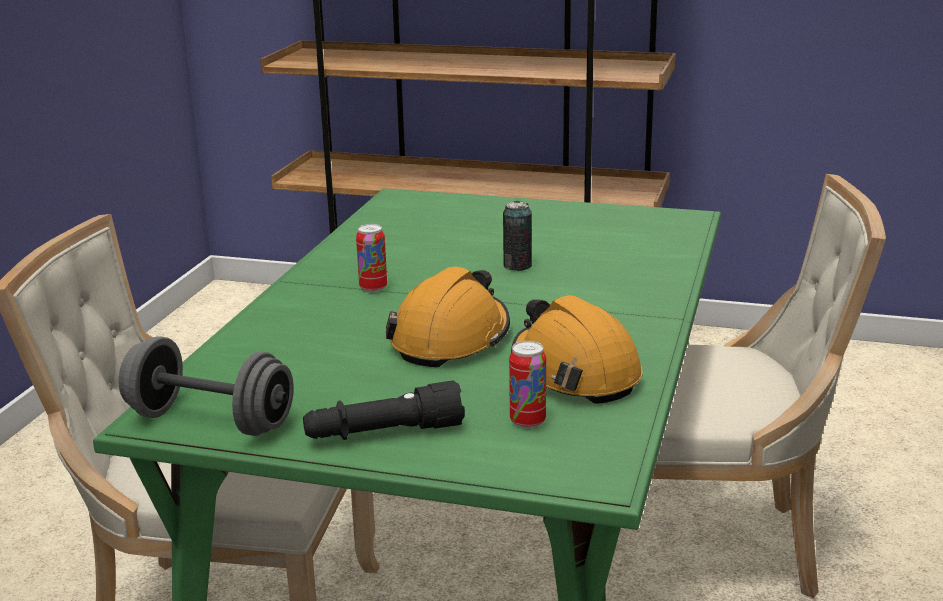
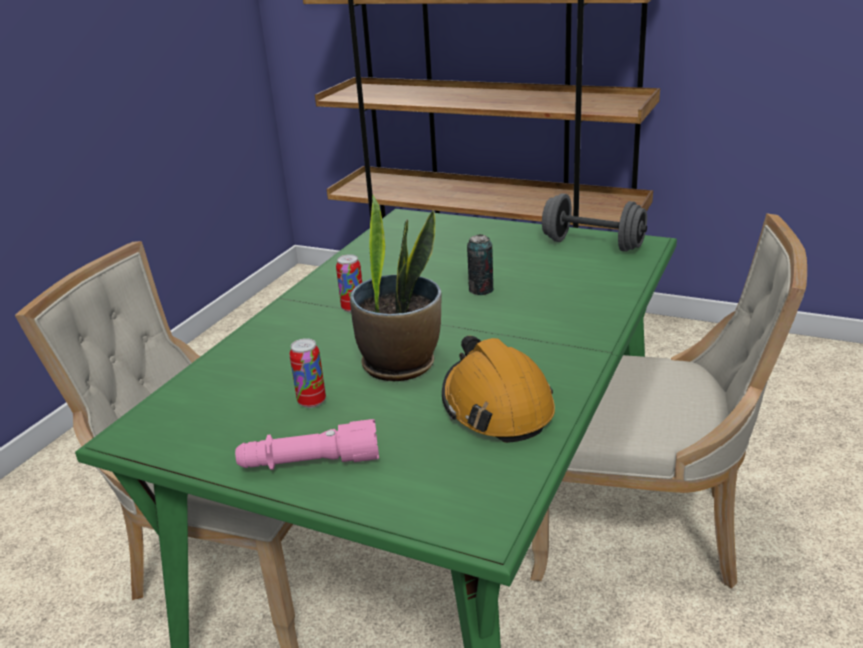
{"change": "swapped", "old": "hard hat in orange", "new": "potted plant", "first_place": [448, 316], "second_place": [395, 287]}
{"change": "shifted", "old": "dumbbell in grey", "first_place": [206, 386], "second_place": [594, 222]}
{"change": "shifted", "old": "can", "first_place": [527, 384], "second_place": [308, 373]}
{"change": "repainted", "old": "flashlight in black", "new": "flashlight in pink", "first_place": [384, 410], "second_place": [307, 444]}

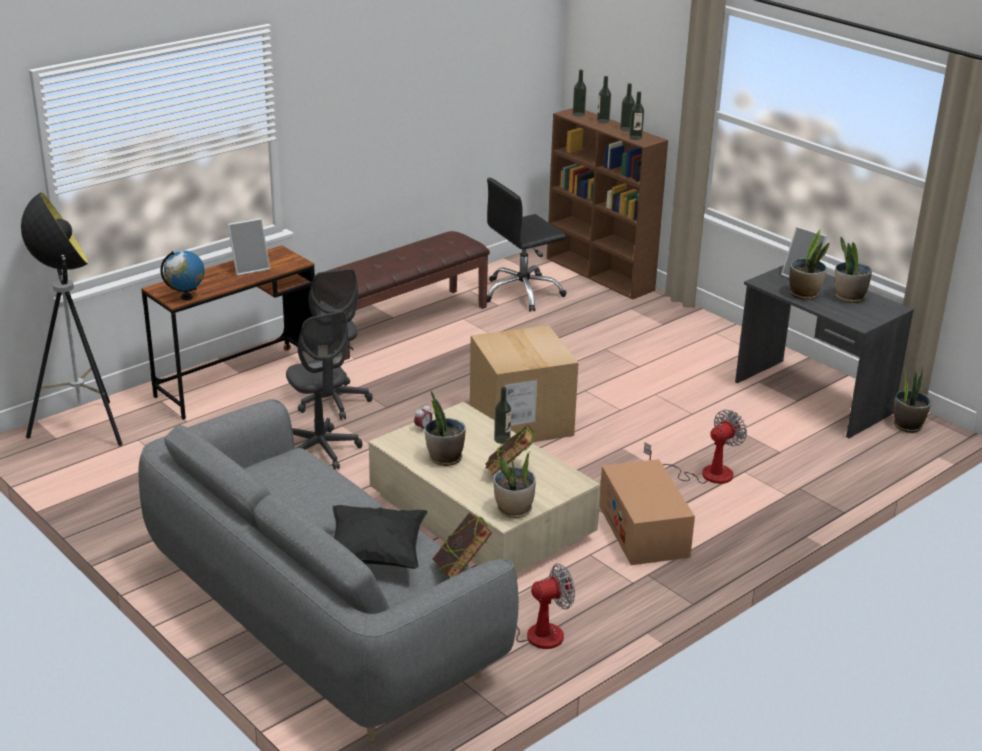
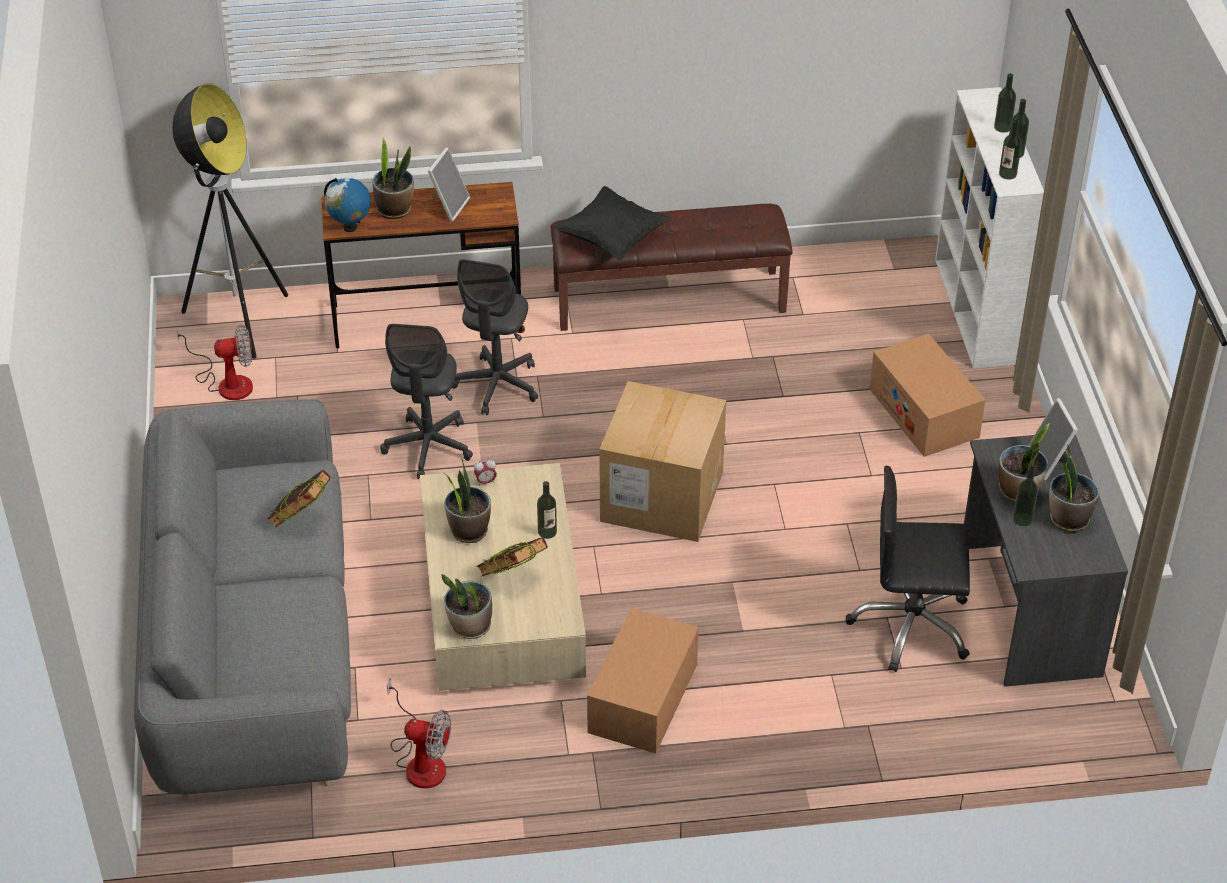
{"change": "shifted", "old": "bottle", "first_place": [579, 93], "second_place": [1025, 496]}
{"change": "repainted", "old": "bookcase in brown", "new": "bookcase in white", "first_place": [607, 204], "second_place": [989, 227]}
{"change": "shifted", "old": "office chair in black", "first_place": [527, 245], "second_place": [908, 569]}
{"change": "rotated", "old": "picture frame", "first_place": [248, 247], "second_place": [448, 184], "degrees": -75}
{"change": "shifted", "old": "potted plant", "first_place": [912, 399], "second_place": [393, 178]}
{"change": "shifted", "old": "fan", "first_place": [695, 447], "second_place": [214, 362]}
{"change": "shifted", "old": "pillow in black", "first_place": [380, 537], "second_place": [612, 223]}
{"change": "shifted", "old": "book", "first_place": [462, 545], "second_place": [299, 498]}
{"change": "new", "new": "cardboard box", "second_place": [927, 395]}

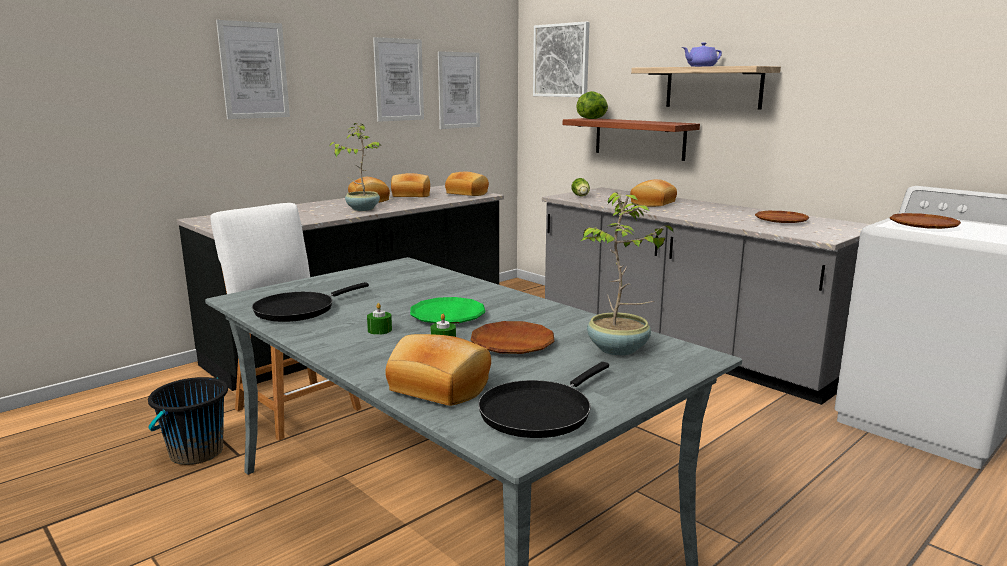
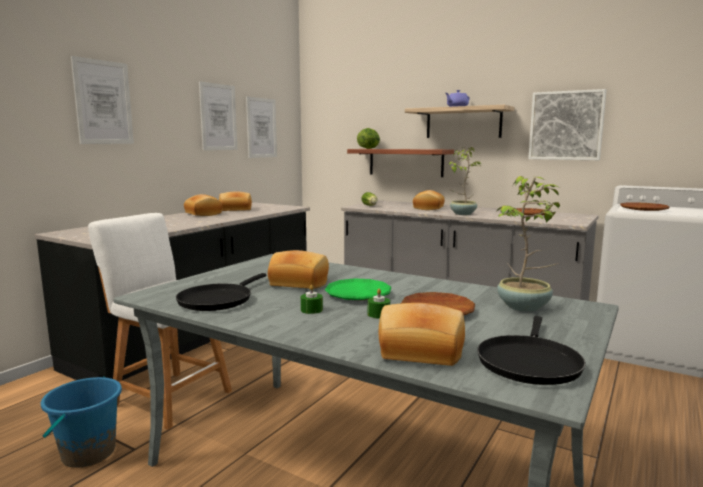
{"change": "shifted", "old": "picture", "first_place": [561, 59], "second_place": [567, 124]}
{"change": "shifted", "old": "potted plant", "first_place": [355, 167], "second_place": [465, 181]}
{"change": "shifted", "old": "bread", "first_place": [467, 184], "second_place": [298, 269]}
{"change": "repainted", "old": "bucket in black", "new": "bucket in blue", "first_place": [188, 421], "second_place": [81, 422]}

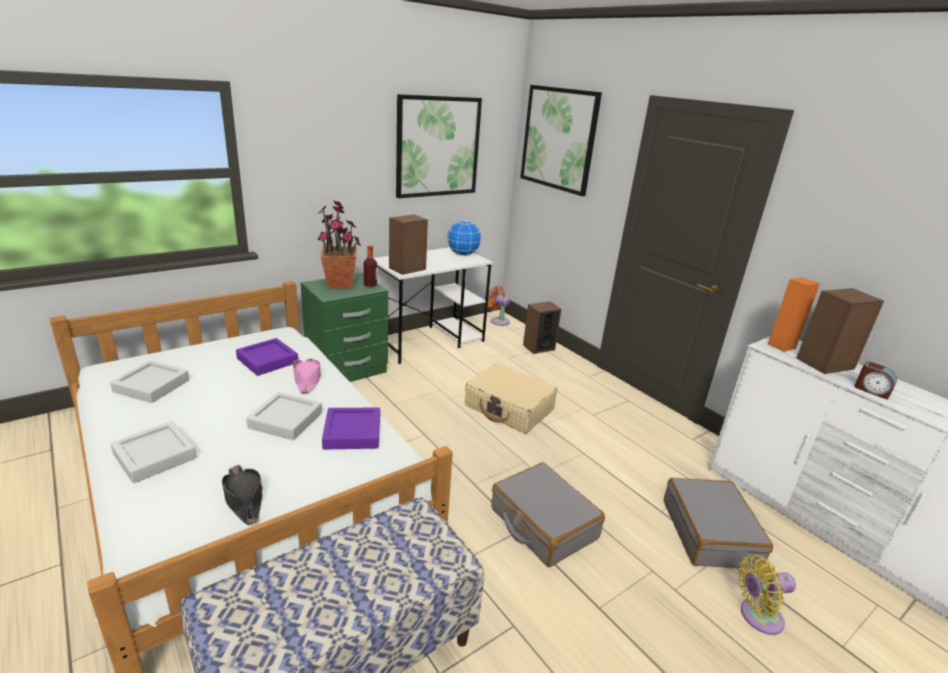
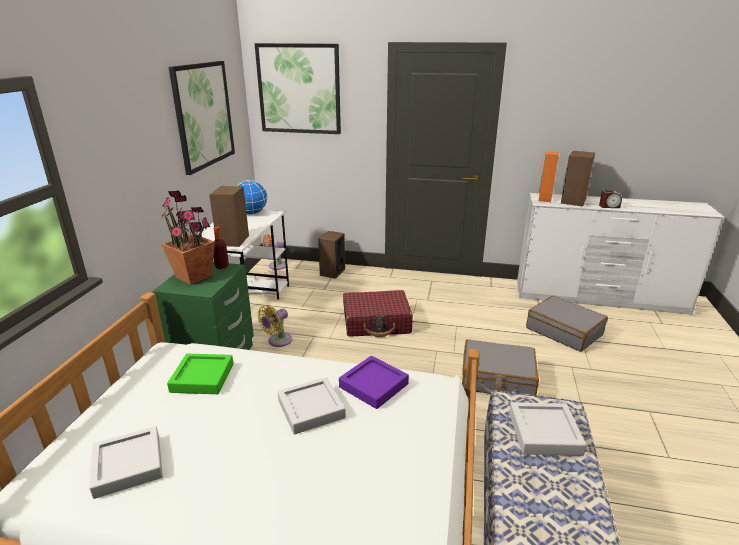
{"change": "repainted", "old": "tray in purple", "new": "tray in green", "first_place": [267, 357], "second_place": [200, 374]}
{"change": "gone", "old": "hat in pink", "first_place": [307, 376]}
{"change": "repainted", "old": "suitcase in beige", "new": "suitcase in red", "first_place": [511, 399], "second_place": [378, 313]}
{"change": "shifted", "old": "tray in grey", "first_place": [153, 452], "second_place": [548, 429]}
{"change": "gone", "old": "hat in black", "first_place": [242, 495]}
{"change": "shifted", "old": "fan in yellow", "first_place": [767, 594], "second_place": [274, 326]}

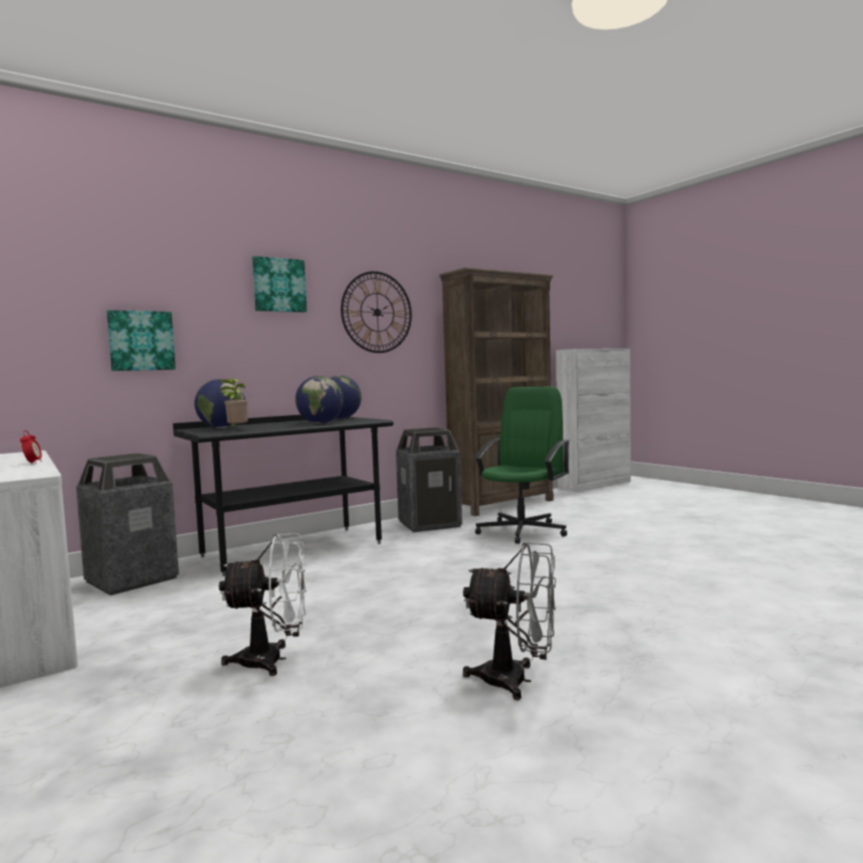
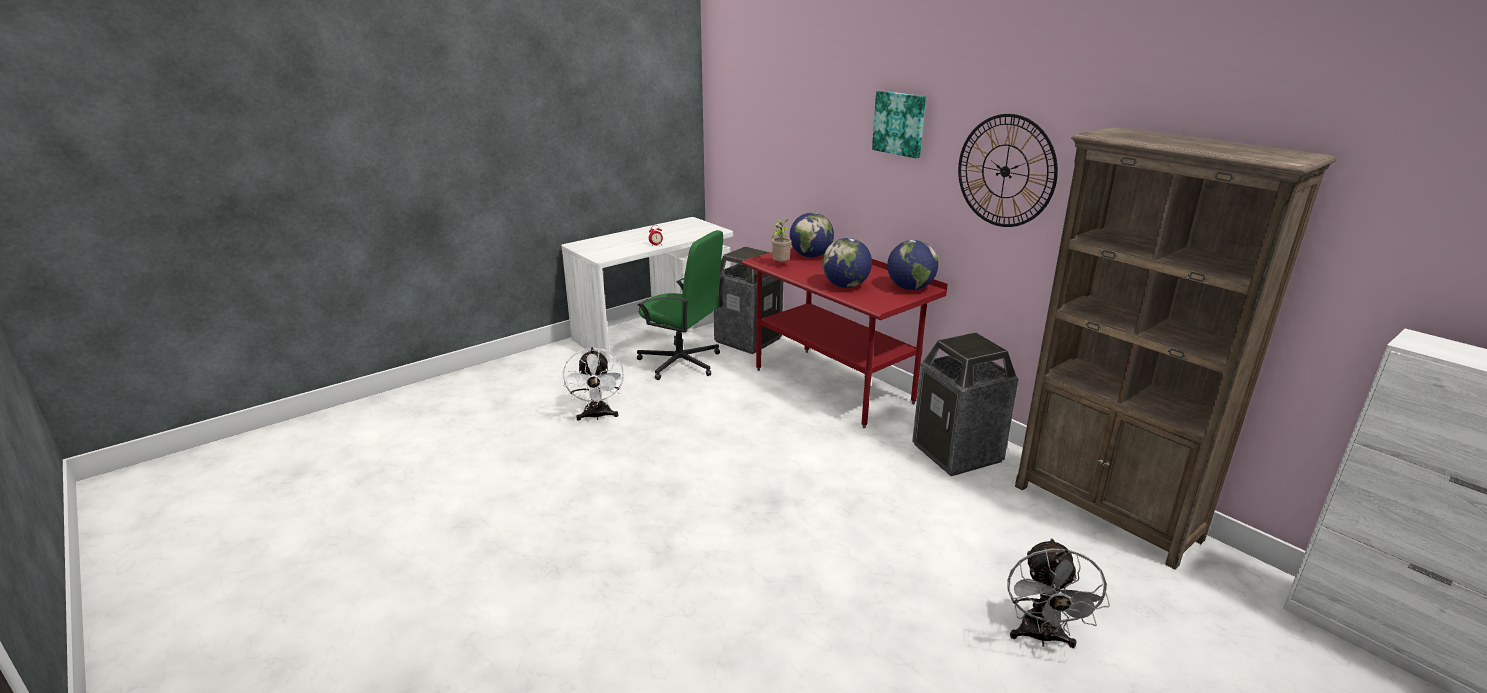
{"change": "gone", "old": "picture", "first_place": [141, 340]}
{"change": "shifted", "old": "office chair in green", "first_place": [522, 465], "second_place": [680, 305]}
{"change": "repainted", "old": "desk in black", "new": "desk in red", "first_place": [283, 495], "second_place": [845, 337]}
{"change": "shifted", "old": "fan in grey", "first_place": [509, 621], "second_place": [1058, 593]}

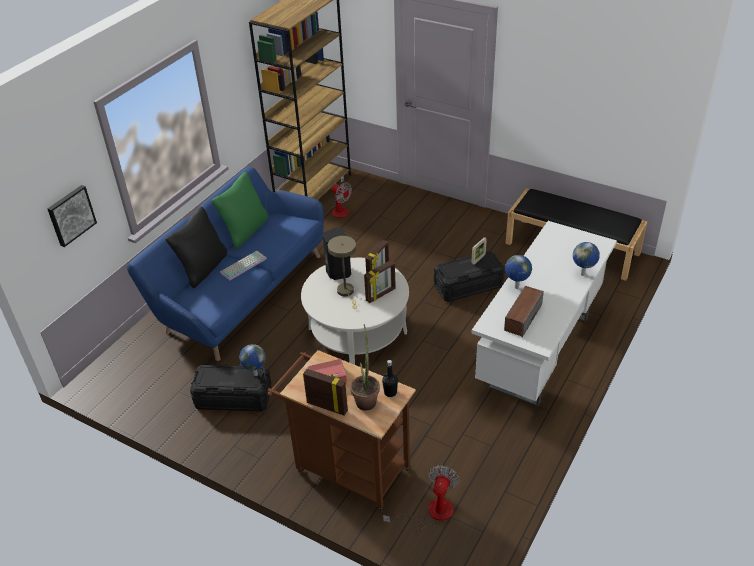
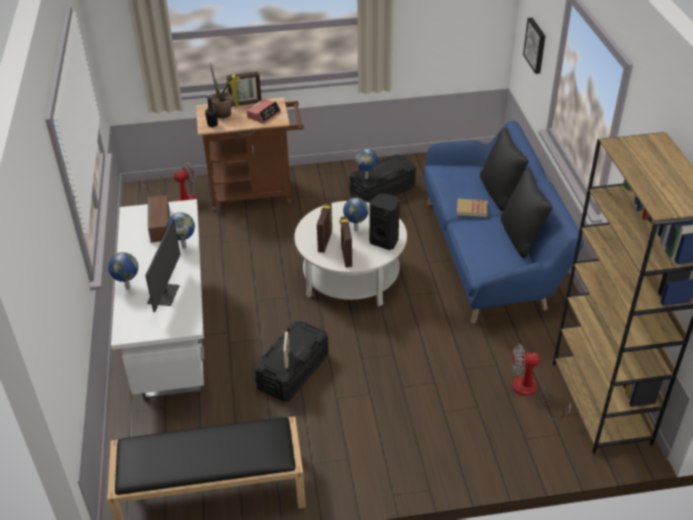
{"change": "repainted", "old": "pillow in green", "new": "pillow in black", "first_place": [240, 210], "second_place": [527, 213]}
{"change": "swapped", "old": "table lamp in beige", "new": "globe", "first_place": [342, 272], "second_place": [356, 214]}
{"change": "swapped", "old": "keyboard", "new": "book", "first_place": [243, 266], "second_place": [472, 208]}
{"change": "rotated", "old": "fan", "first_place": [421, 497], "second_place": [169, 182], "degrees": -105}
{"change": "new", "new": "monitor", "second_place": [162, 265]}

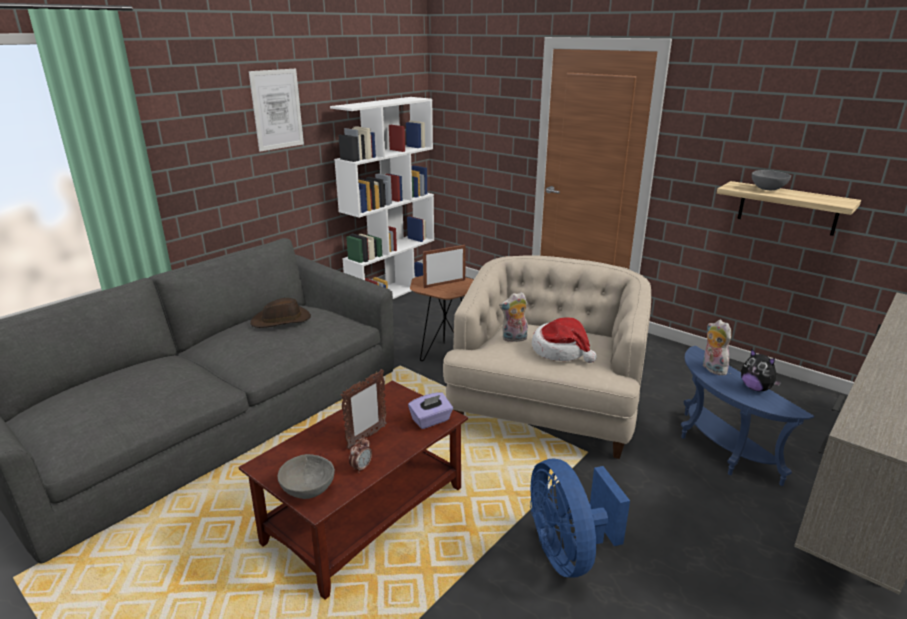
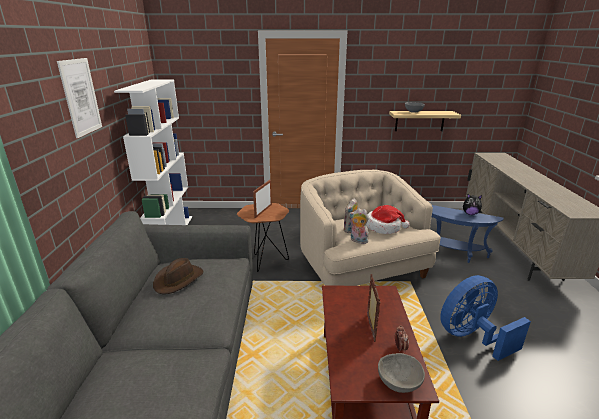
{"change": "shifted", "old": "plush toy", "first_place": [717, 347], "second_place": [359, 226]}
{"change": "gone", "old": "tissue box in purple", "first_place": [430, 411]}
{"change": "rotated", "old": "fan in blue", "first_place": [580, 518], "second_place": [485, 318], "degrees": 120}

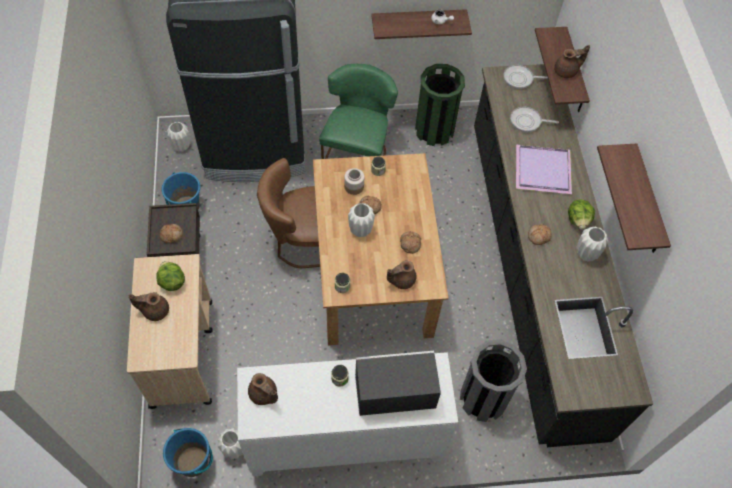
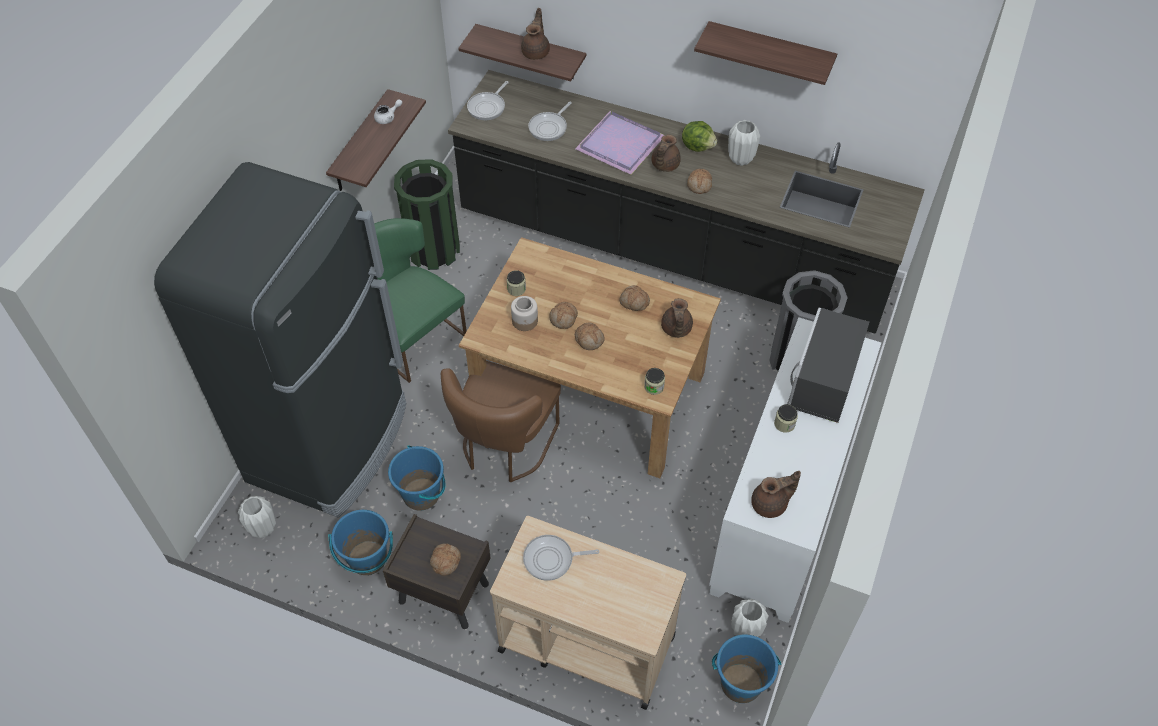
{"change": "swapped", "old": "vase in white", "new": "bread", "first_place": [361, 220], "second_place": [590, 336]}
{"change": "swapped", "old": "lettuce", "new": "frying pan", "first_place": [170, 276], "second_place": [561, 558]}
{"change": "shifted", "old": "teapot in brown", "first_place": [149, 306], "second_place": [666, 153]}
{"change": "new", "new": "bucket in blue", "second_place": [416, 478]}

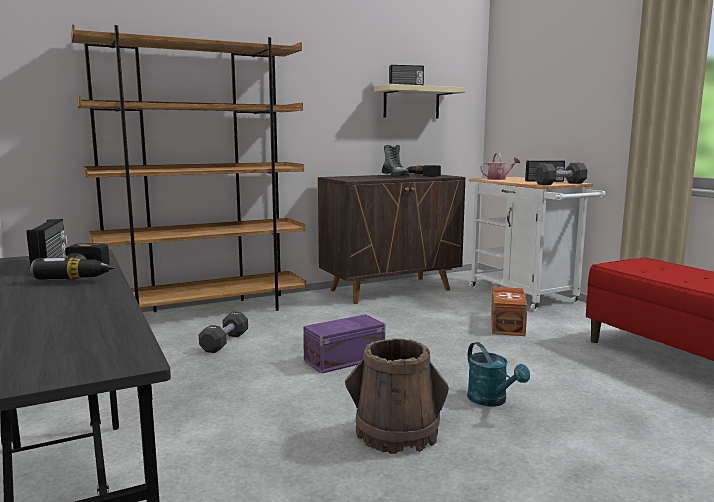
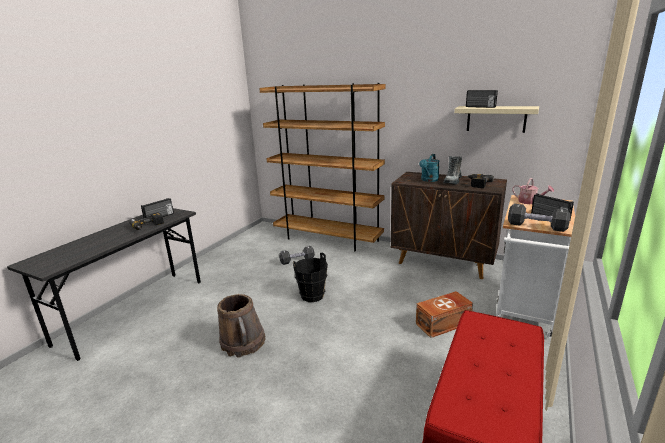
{"change": "swapped", "old": "storage box in purple", "new": "bucket in black", "first_place": [344, 344], "second_place": [310, 277]}
{"change": "shifted", "old": "watering can in turquoise", "first_place": [498, 374], "second_place": [429, 168]}

